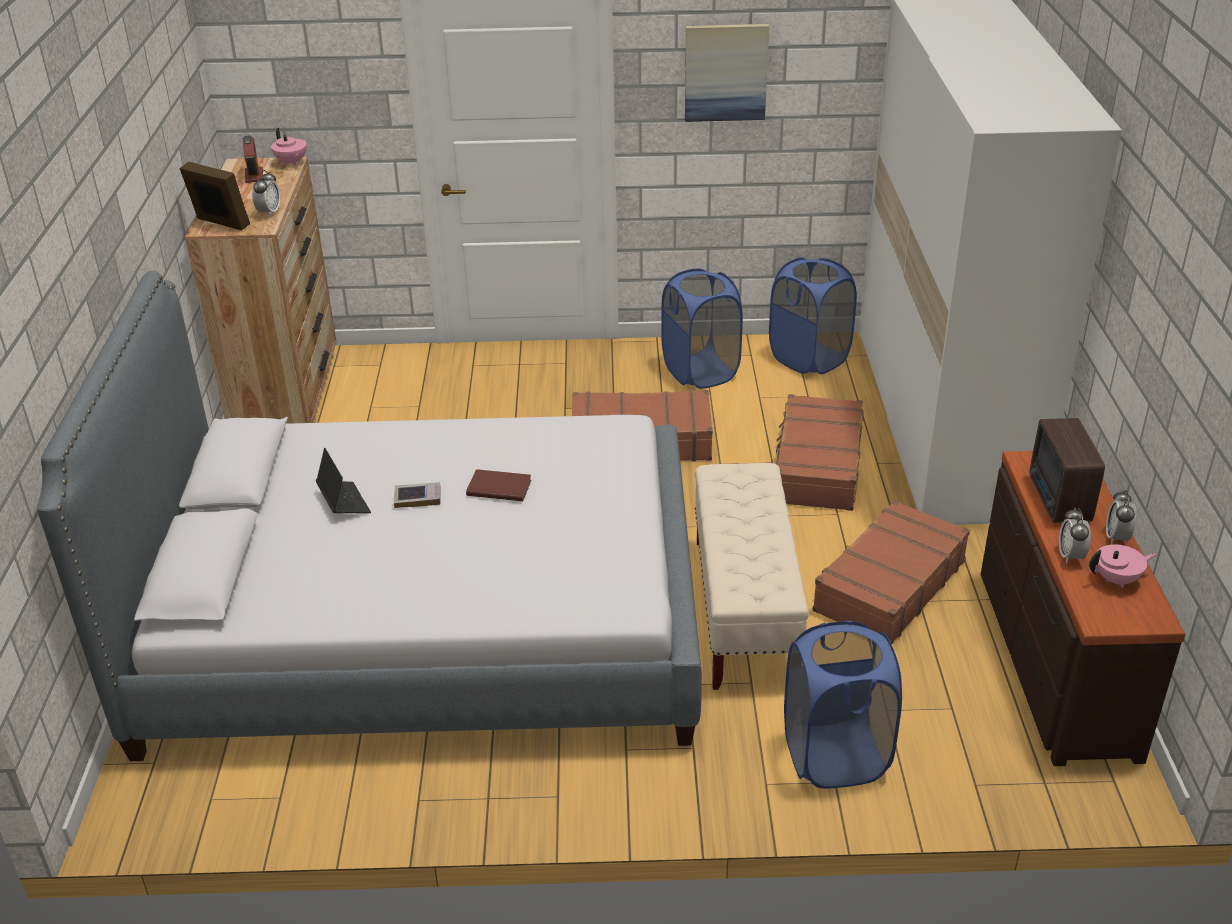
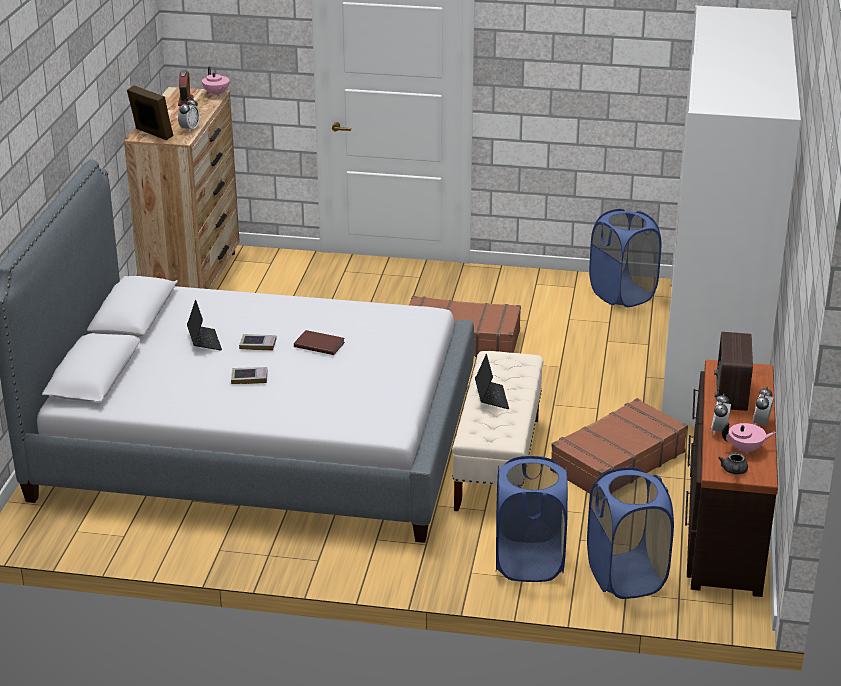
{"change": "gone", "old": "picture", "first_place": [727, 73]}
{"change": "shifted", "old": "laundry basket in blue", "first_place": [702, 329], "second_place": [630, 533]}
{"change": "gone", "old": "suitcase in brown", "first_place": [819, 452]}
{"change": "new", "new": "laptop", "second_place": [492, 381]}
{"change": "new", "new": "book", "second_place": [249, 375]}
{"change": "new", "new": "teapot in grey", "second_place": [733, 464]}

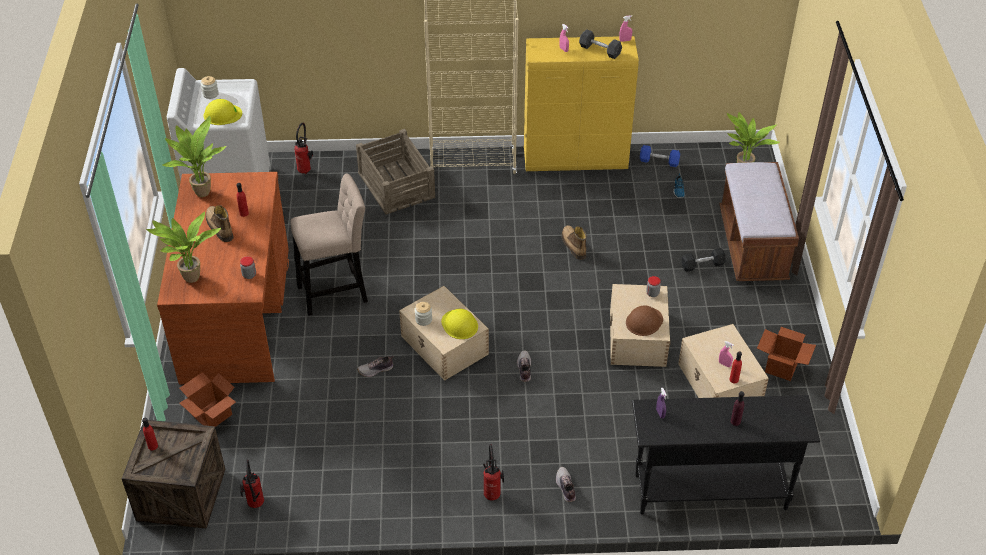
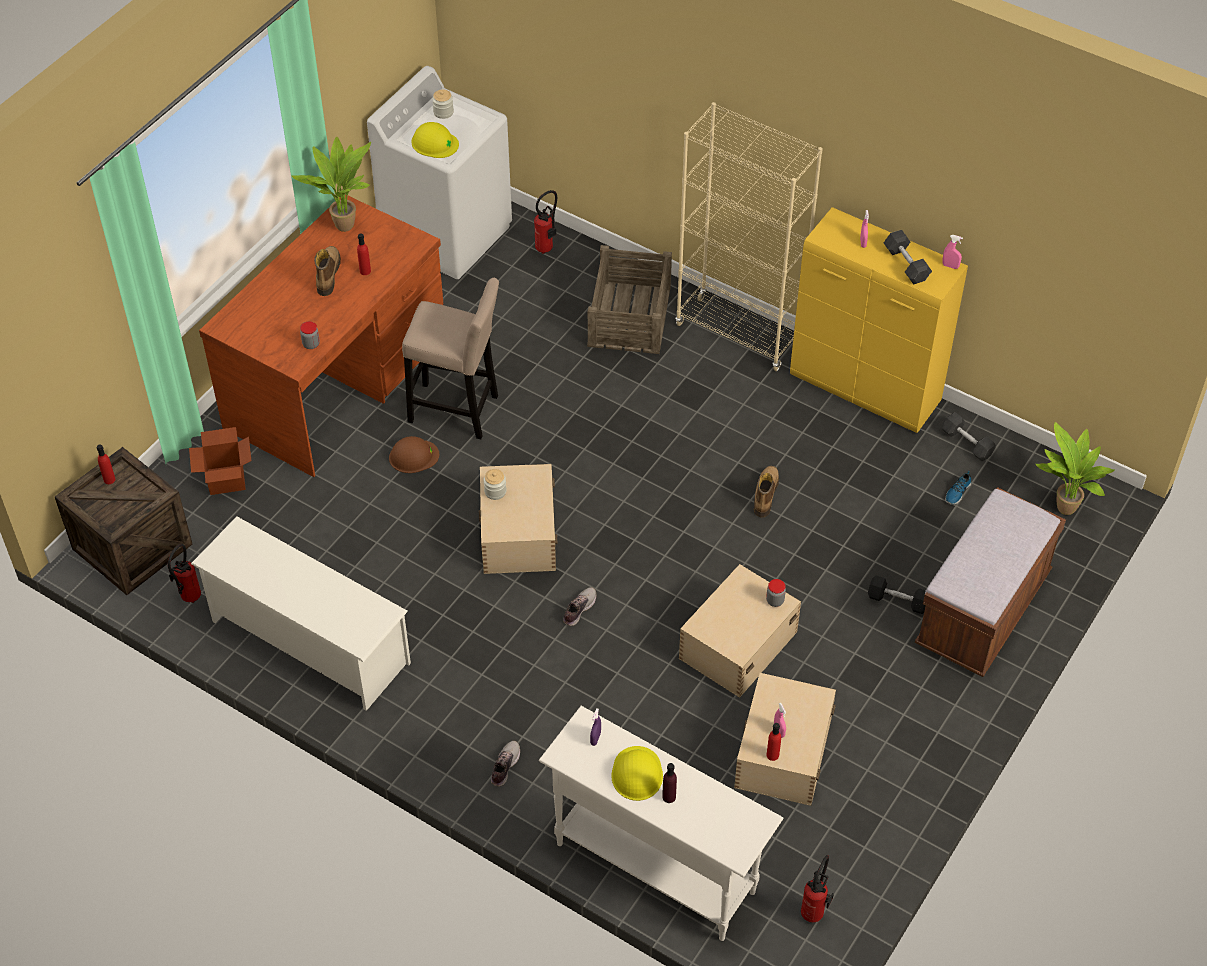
{"change": "repainted", "old": "dumbbell in blue", "new": "dumbbell in grey", "first_place": [660, 156], "second_place": [969, 436]}
{"change": "gone", "old": "potted plant", "first_place": [183, 247]}
{"change": "shifted", "old": "hard hat in brown", "first_place": [644, 320], "second_place": [414, 454]}
{"change": "shifted", "old": "hard hat in yellow", "first_place": [459, 324], "second_place": [637, 773]}
{"change": "gone", "old": "cardboard box", "first_place": [786, 354]}
{"change": "gone", "old": "shoe", "first_place": [375, 366]}
{"change": "repainted", "old": "console table in black", "new": "console table in white", "first_place": [726, 454], "second_place": [661, 823]}
{"change": "shifted", "old": "fire extinguisher", "first_place": [493, 472], "second_place": [817, 888]}
{"change": "new", "new": "shoe rack in white", "second_place": [301, 613]}

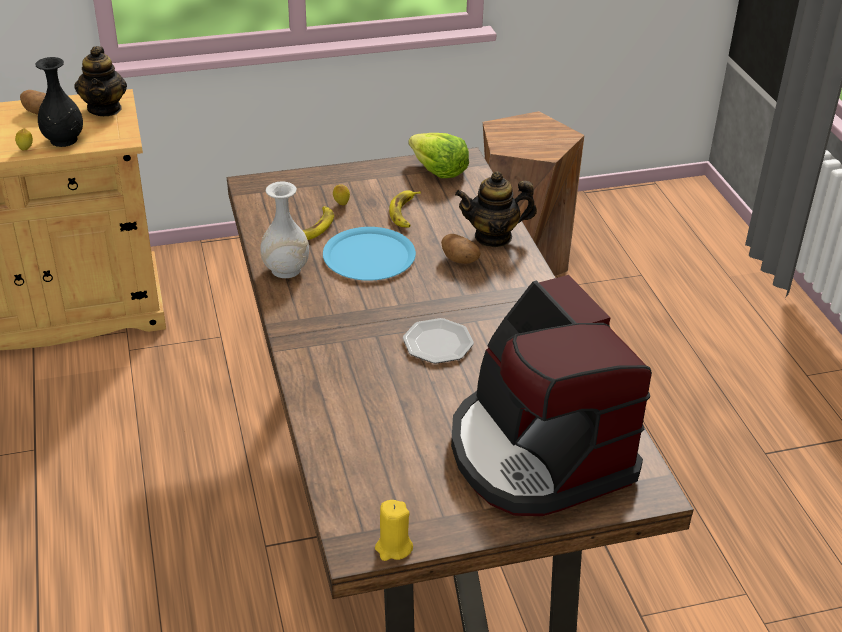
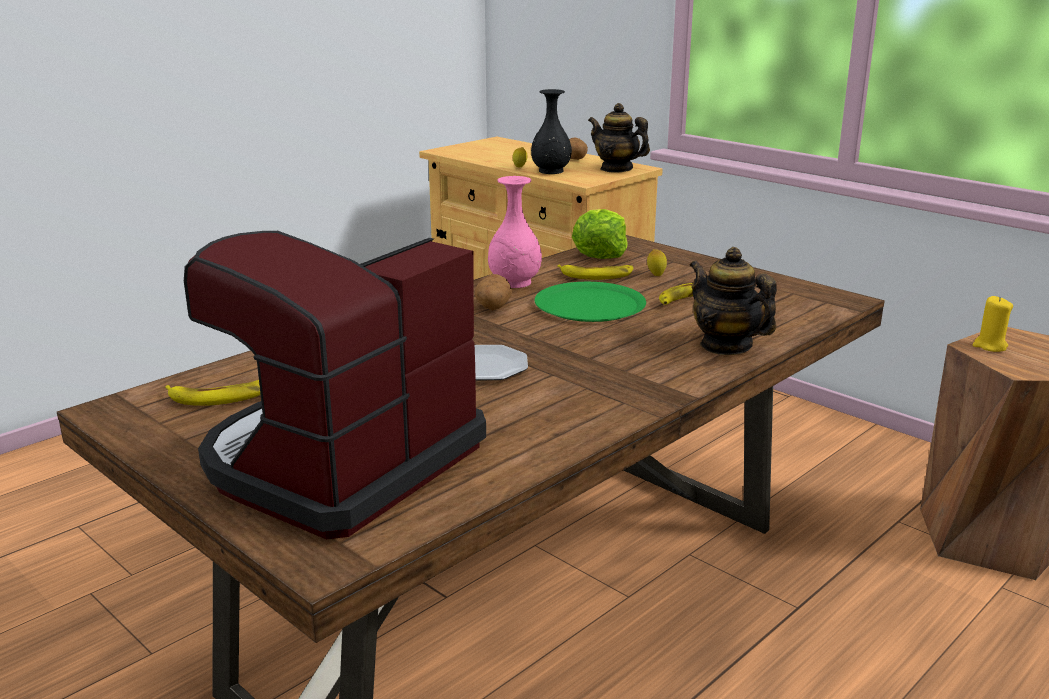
{"change": "rotated", "old": "teapot", "first_place": [100, 81], "second_place": [619, 138], "degrees": 75}
{"change": "shifted", "old": "lettuce", "first_place": [439, 155], "second_place": [600, 234]}
{"change": "repainted", "old": "vase in white", "new": "vase in pink", "first_place": [284, 229], "second_place": [515, 232]}
{"change": "repainted", "old": "plate in blue", "new": "plate in green", "first_place": [369, 254], "second_place": [590, 302]}
{"change": "shifted", "old": "potato", "first_place": [461, 249], "second_place": [493, 292]}
{"change": "shifted", "old": "candle in yellow", "first_place": [394, 530], "second_place": [992, 324]}
{"change": "new", "new": "banana", "second_place": [212, 393]}

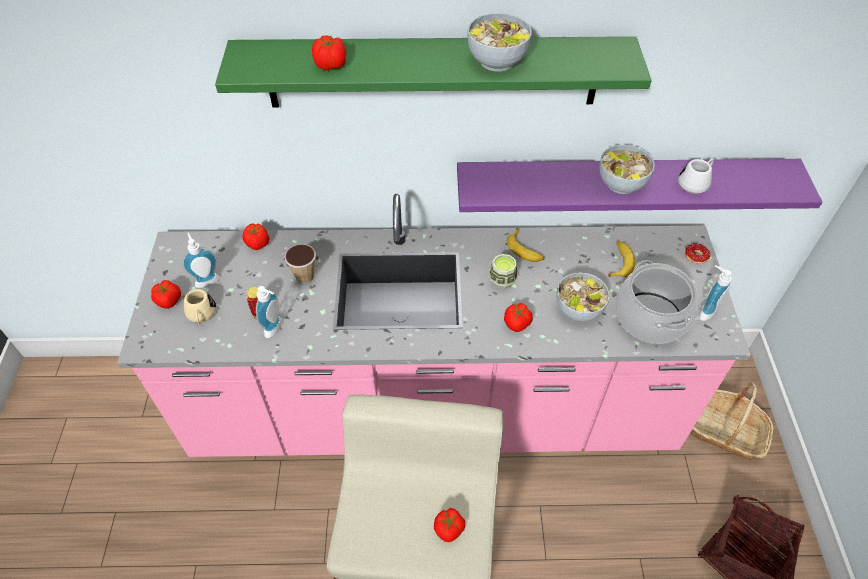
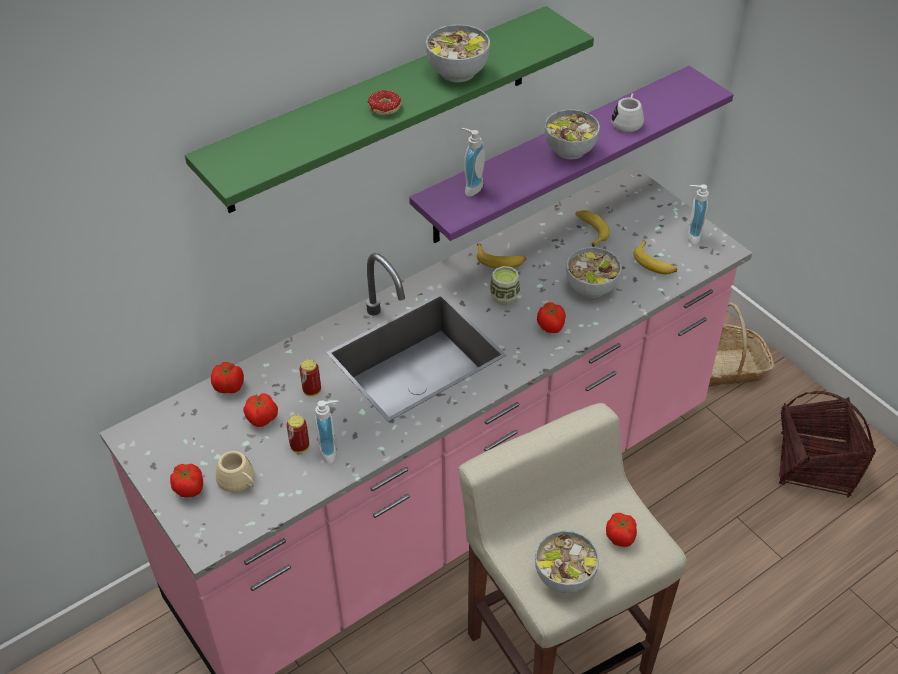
{"change": "shifted", "old": "tomato", "first_place": [329, 52], "second_place": [260, 410]}
{"change": "shifted", "old": "soap dispenser", "first_place": [201, 260], "second_place": [473, 162]}
{"change": "shifted", "old": "donut", "first_place": [697, 253], "second_place": [384, 102]}
{"change": "swapped", "old": "cup", "new": "can", "first_place": [300, 264], "second_place": [310, 377]}
{"change": "swapped", "old": "cooking pot", "new": "banana", "first_place": [656, 302], "second_place": [655, 257]}
{"change": "new", "new": "bowl", "second_place": [567, 561]}

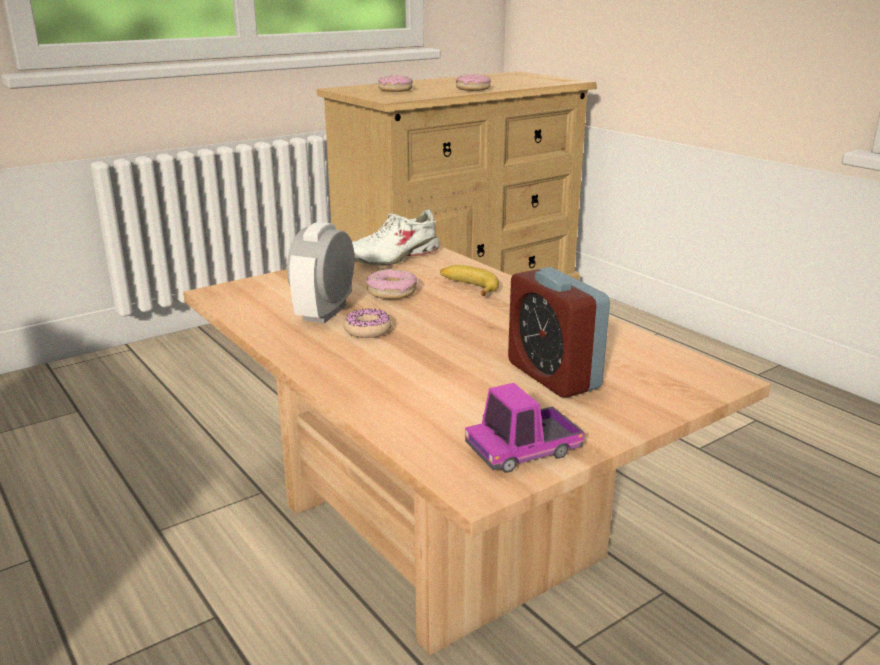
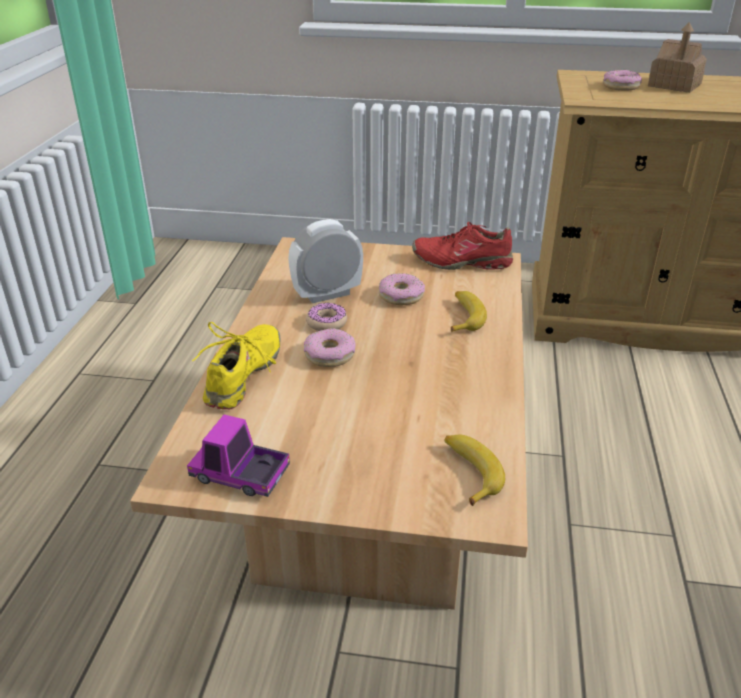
{"change": "shifted", "old": "donut", "first_place": [473, 82], "second_place": [329, 347]}
{"change": "repainted", "old": "shoe in white", "new": "shoe in red", "first_place": [396, 237], "second_place": [462, 246]}
{"change": "gone", "old": "alarm clock", "first_place": [559, 332]}
{"change": "new", "new": "toy house", "second_place": [677, 57]}
{"change": "new", "new": "shoe in yellow", "second_place": [236, 365]}
{"change": "new", "new": "banana", "second_place": [475, 470]}

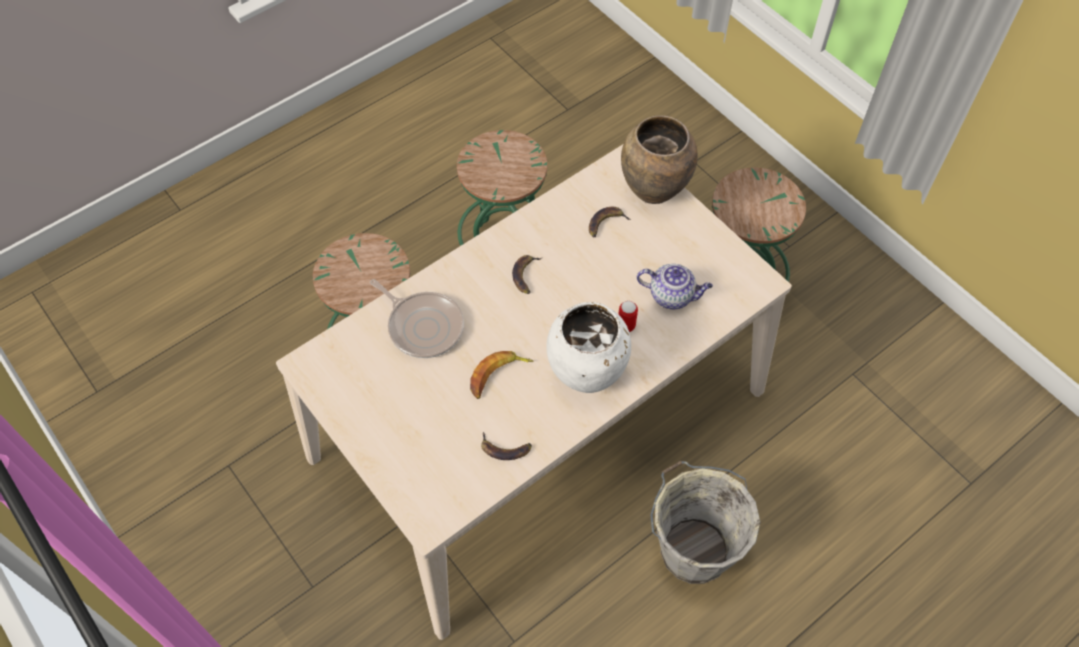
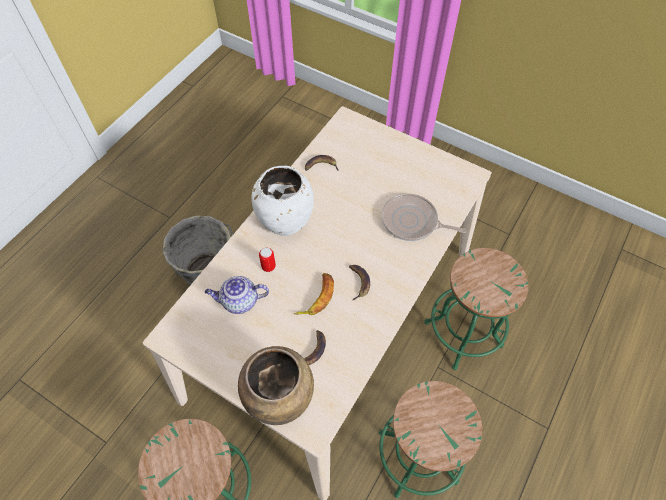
{"change": "shifted", "old": "banana", "first_place": [502, 375], "second_place": [314, 294]}

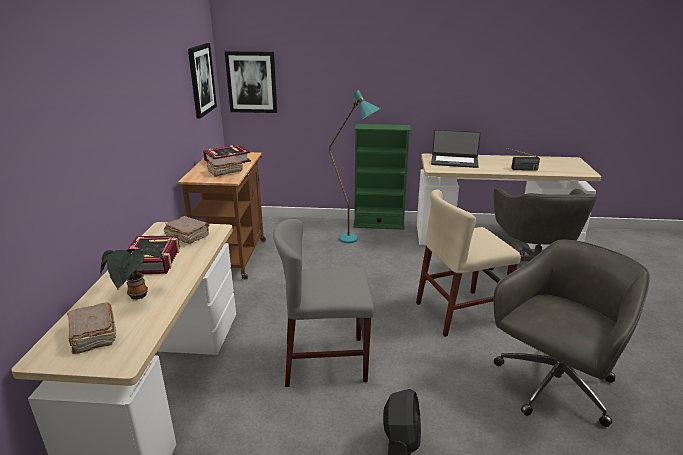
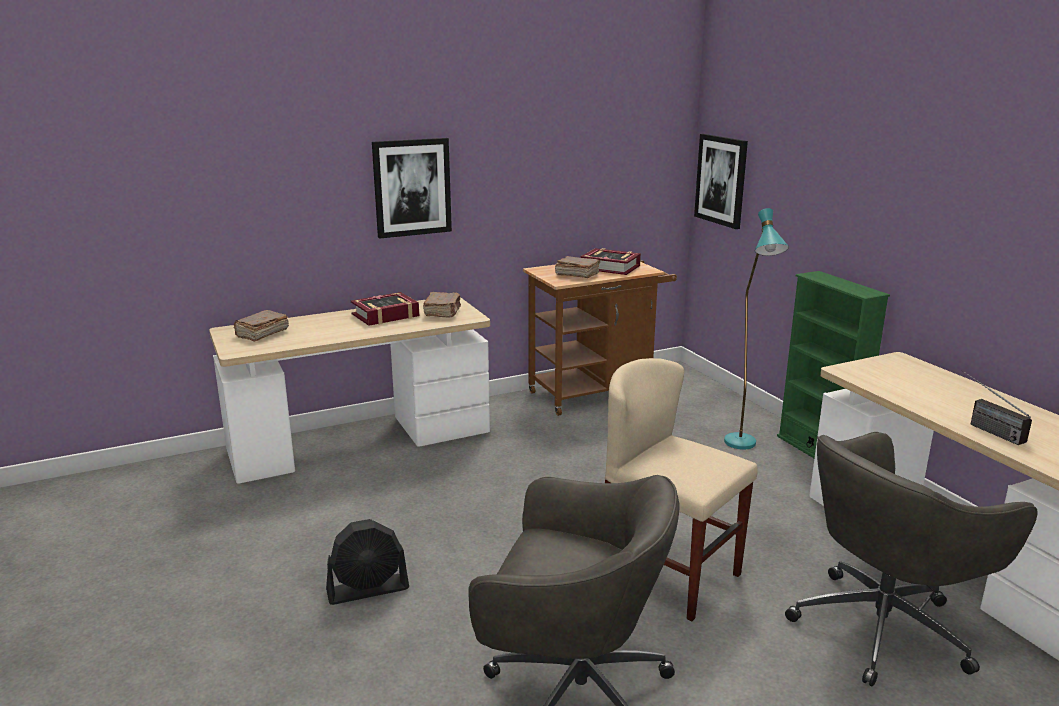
{"change": "shifted", "old": "picture", "first_place": [202, 81], "second_place": [412, 188]}
{"change": "gone", "old": "laptop", "first_place": [456, 148]}
{"change": "gone", "old": "chair in grey", "first_place": [323, 303]}
{"change": "gone", "old": "potted plant", "first_place": [132, 272]}

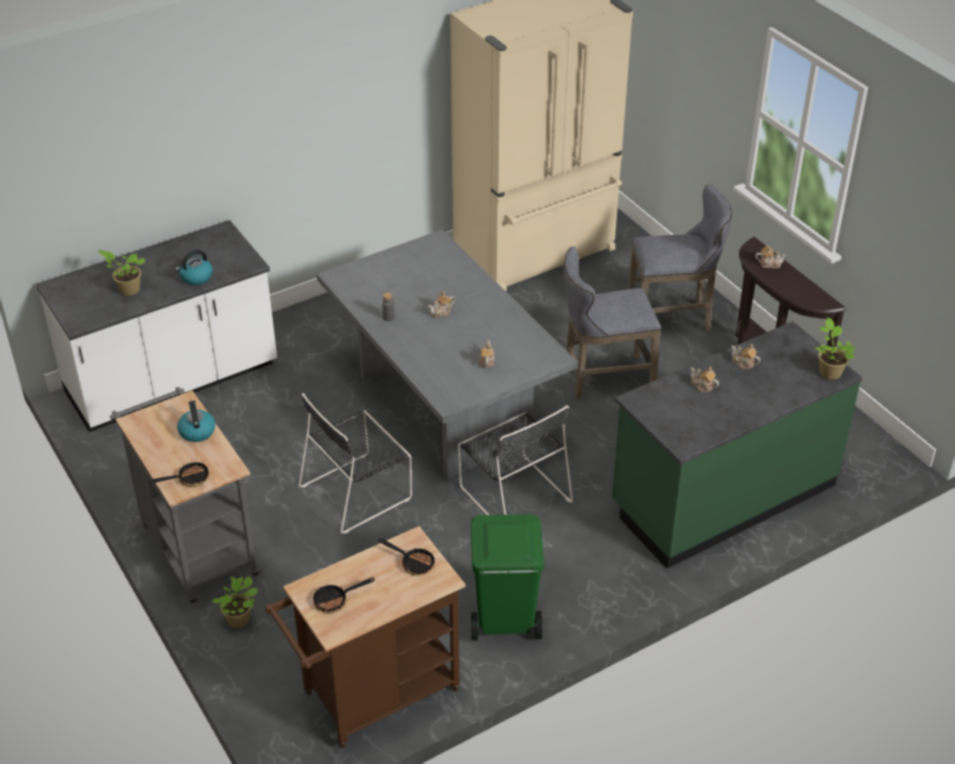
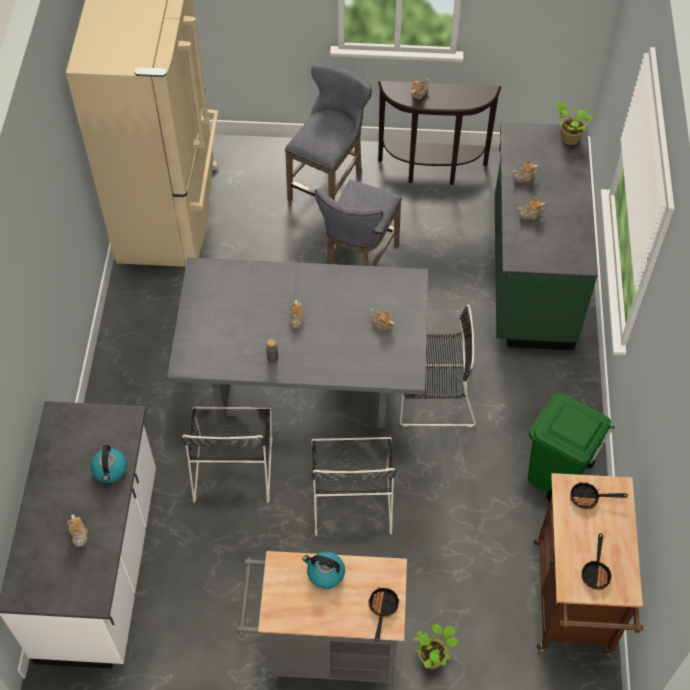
{"change": "swapped", "old": "potted plant", "new": "teapot", "first_place": [122, 273], "second_place": [77, 531]}
{"change": "rotated", "old": "frying pan", "first_place": [406, 557], "second_place": [599, 496], "degrees": -150}
{"change": "new", "new": "chair in black", "second_place": [227, 455]}

